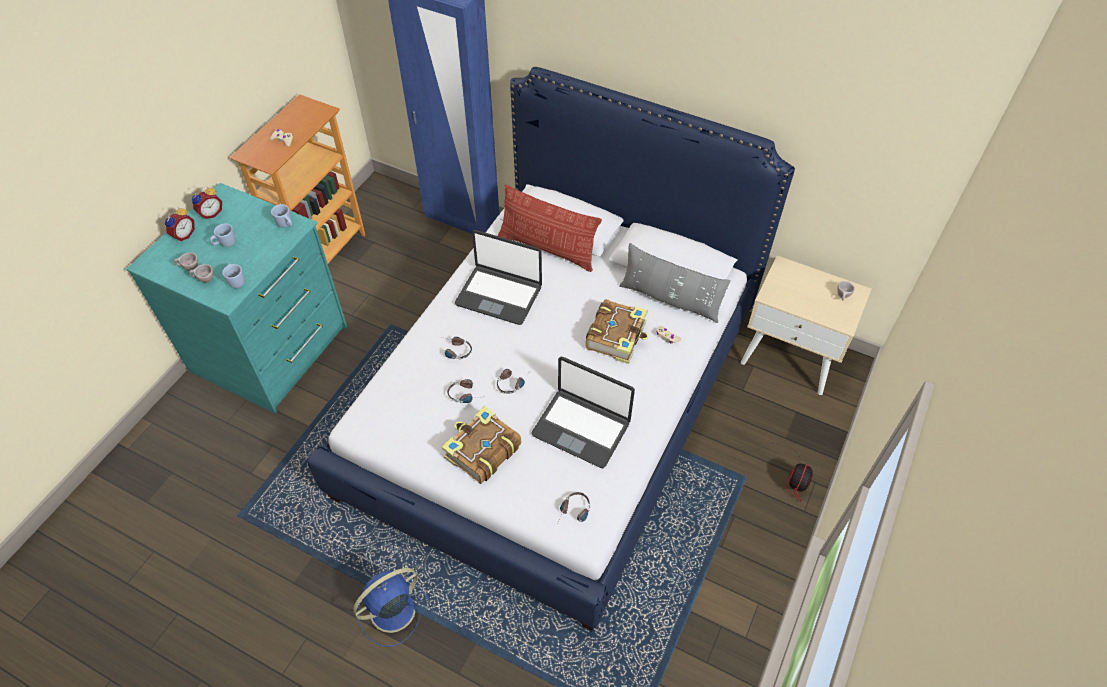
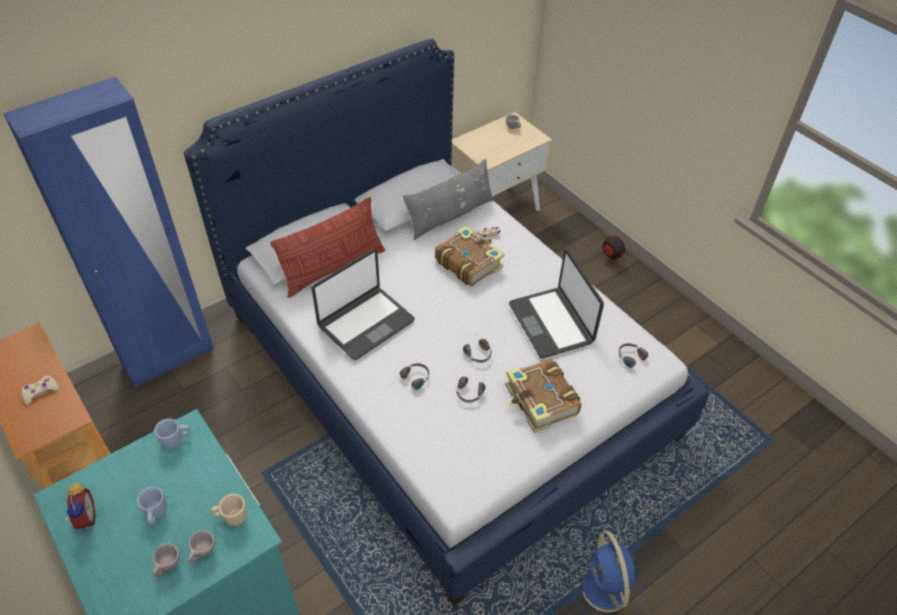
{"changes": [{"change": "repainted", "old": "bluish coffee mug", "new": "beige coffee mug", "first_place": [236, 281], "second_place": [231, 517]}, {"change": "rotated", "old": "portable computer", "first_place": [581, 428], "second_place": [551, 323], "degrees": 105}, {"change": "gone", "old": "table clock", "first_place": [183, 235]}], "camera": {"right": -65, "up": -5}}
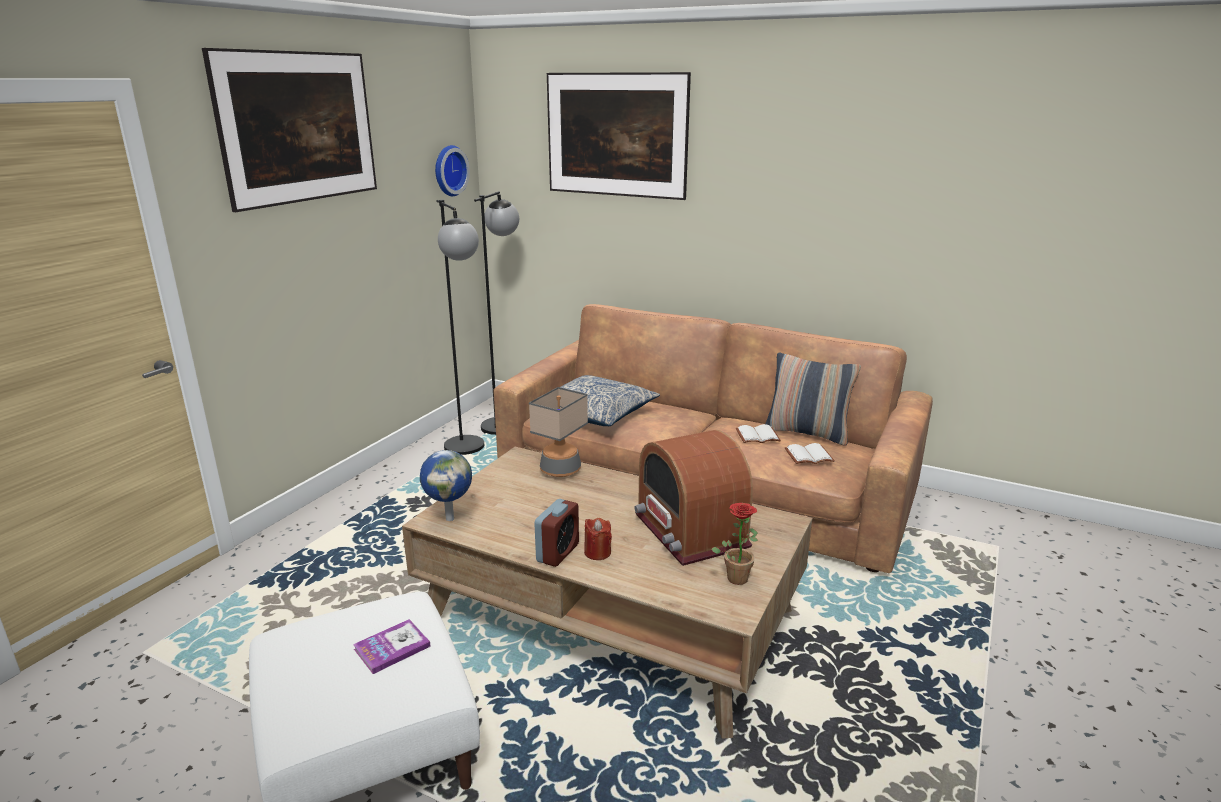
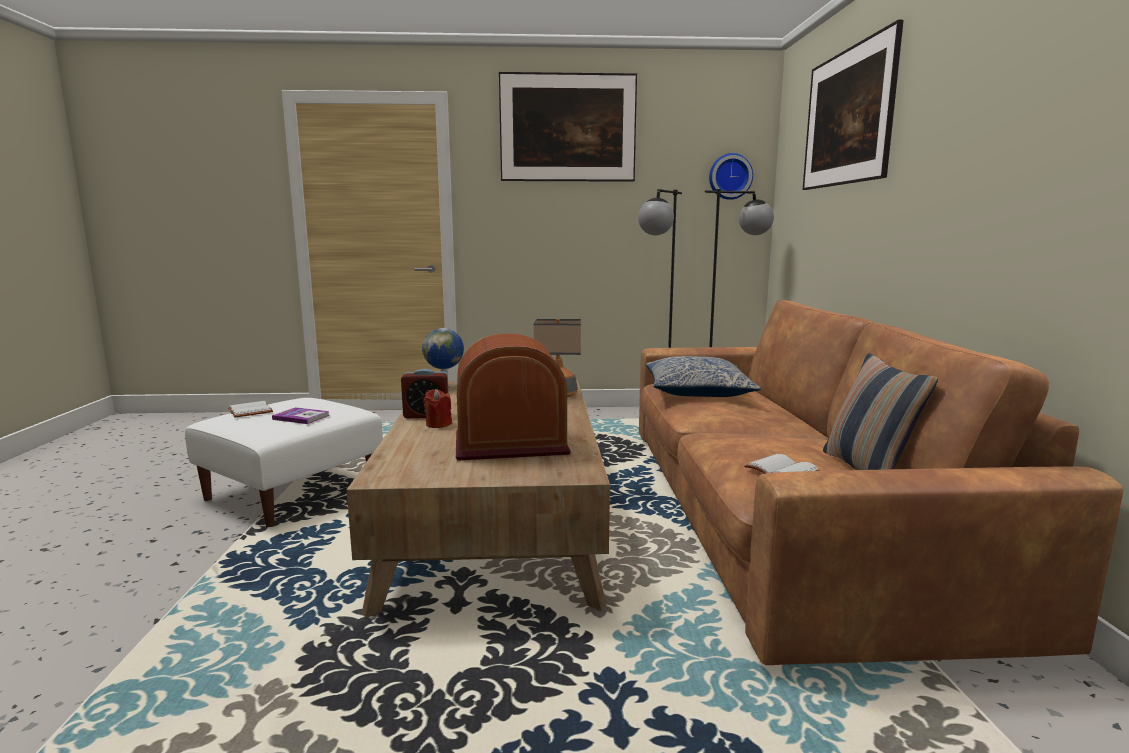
{"changes": [{"change": "shifted", "old": "whitish volume", "first_place": [758, 435], "second_place": [252, 411]}, {"change": "rotated", "old": "radio set", "first_place": [690, 531], "second_place": [510, 443], "degrees": 45}, {"change": "gone", "old": "houseplant", "first_place": [736, 576]}], "camera": {"right": 60, "up": -10}}
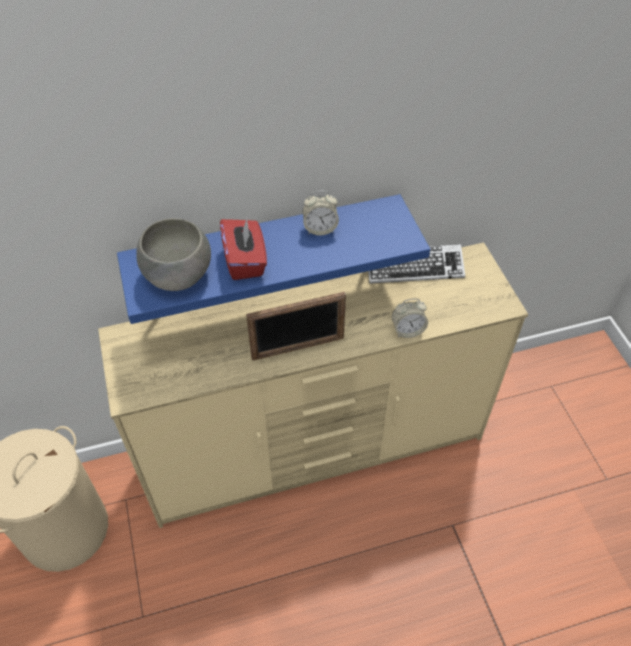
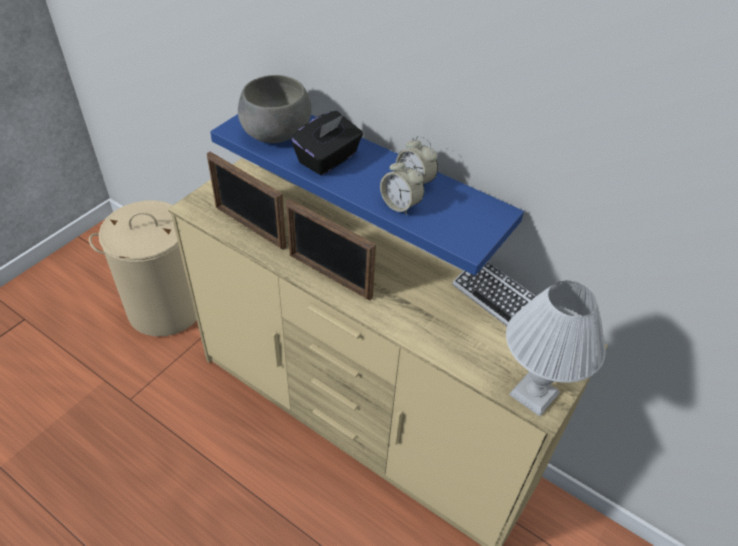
{"changes": [{"change": "new", "new": "picture frame", "second_place": [249, 227]}, {"change": "repainted", "old": "reddish tissue holder", "new": "blackish tissue holder", "first_place": [245, 261], "second_place": [328, 159]}, {"change": "shifted", "old": "table clock", "first_place": [407, 330], "second_place": [400, 205]}, {"change": "new", "new": "whitish tabletop lamp", "second_place": [534, 395]}], "camera": {"right": 50, "up": -5}}
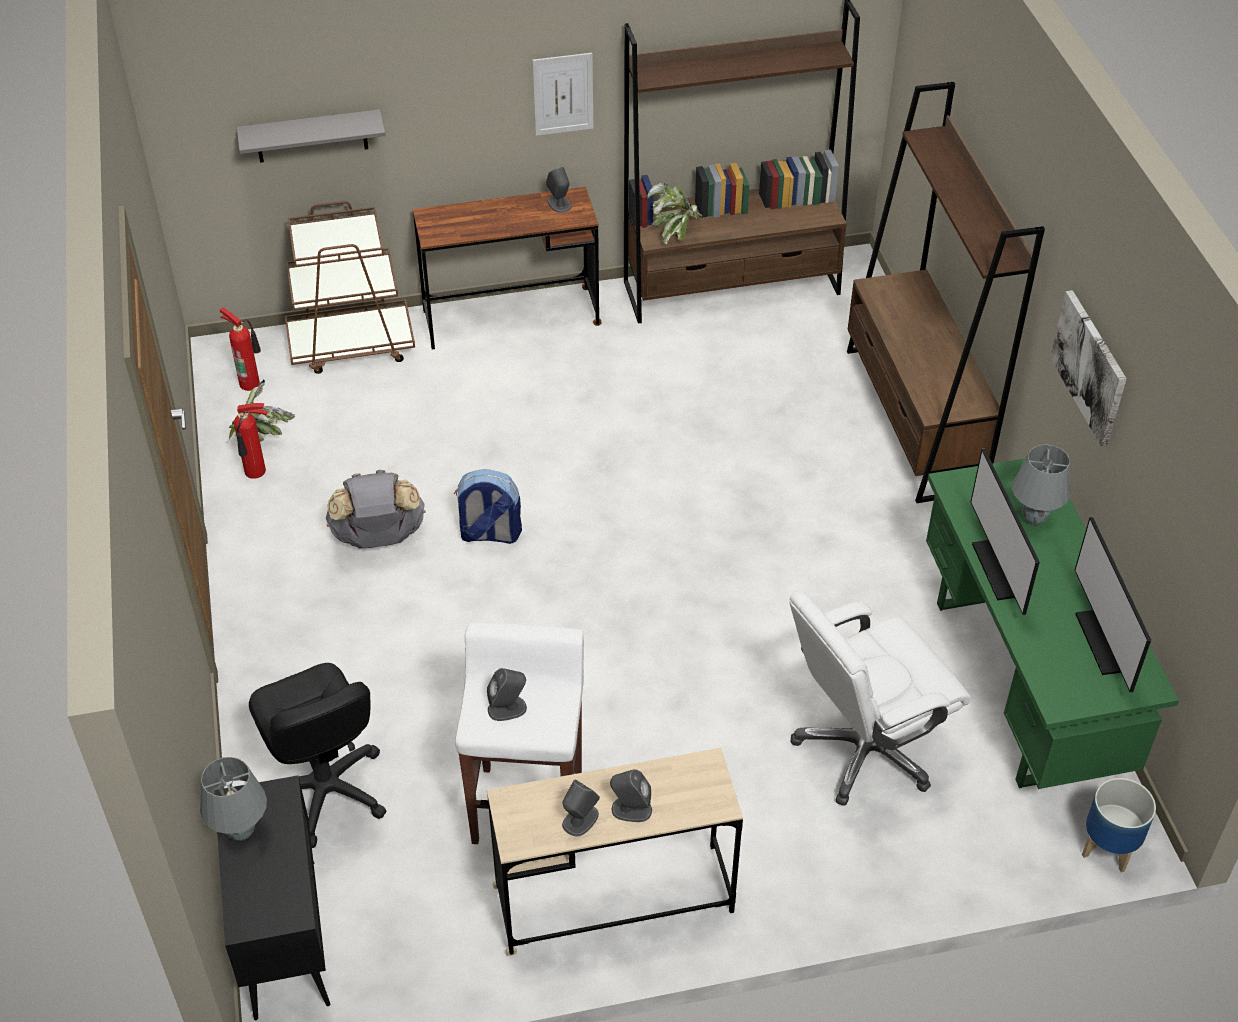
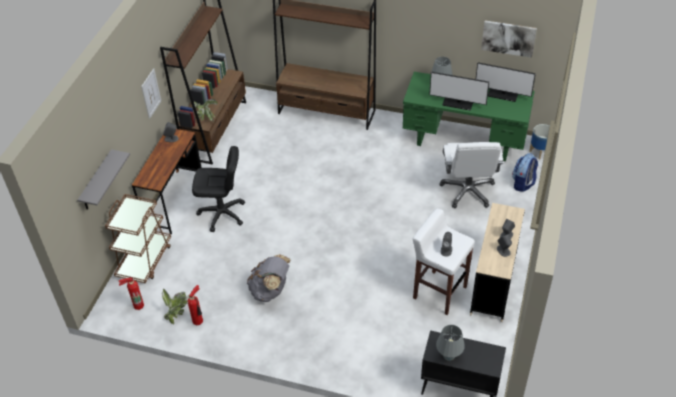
{"changes": [{"change": "shifted", "old": "blackish office chair", "first_place": [326, 792], "second_place": [222, 214]}, {"change": "shifted", "old": "wall picture", "first_place": [1090, 367], "second_place": [508, 38]}, {"change": "shifted", "old": "rucksack", "first_place": [489, 534], "second_place": [523, 183]}], "camera": {"right": -60, "up": 0}}
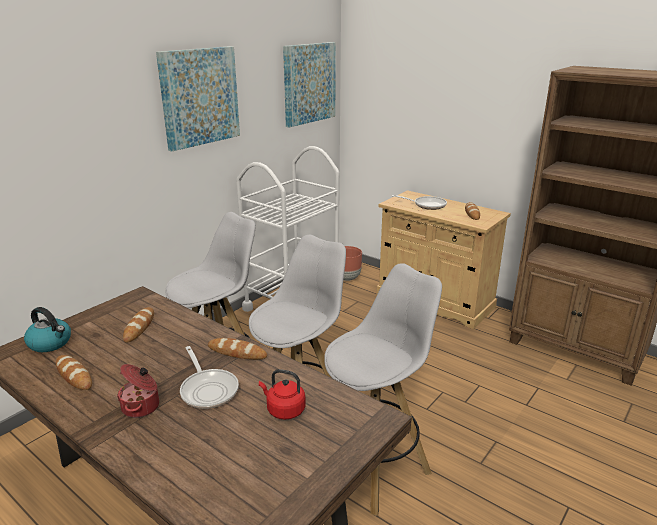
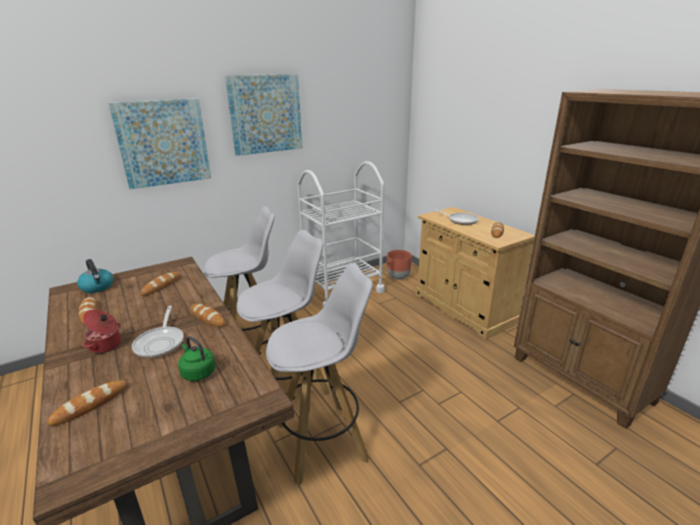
{"changes": [{"change": "new", "new": "bread", "second_place": [90, 404]}, {"change": "shifted", "old": "wall picture", "first_place": [309, 83], "second_place": [163, 143]}, {"change": "repainted", "old": "reddish tea kettle", "new": "greenish tea kettle", "first_place": [284, 410], "second_place": [197, 372]}], "camera": {"right": 20, "up": 0}}
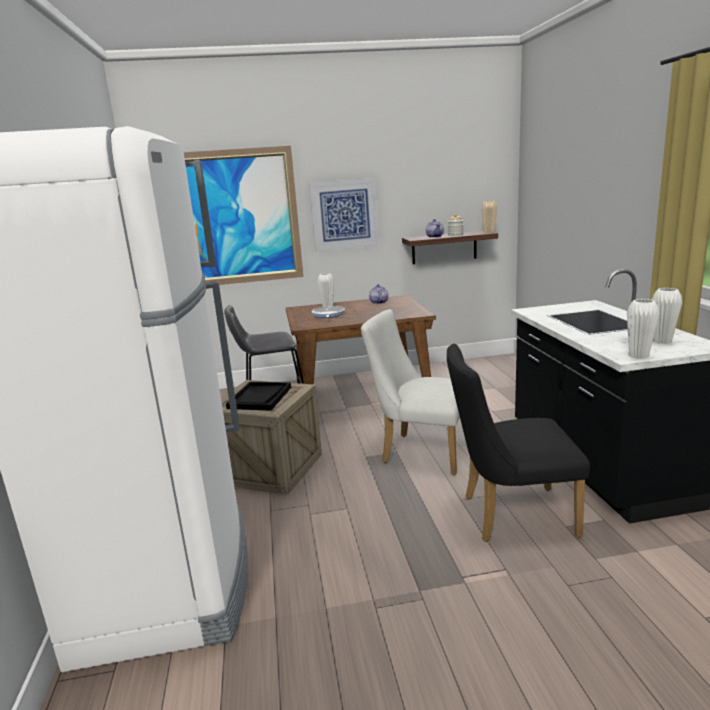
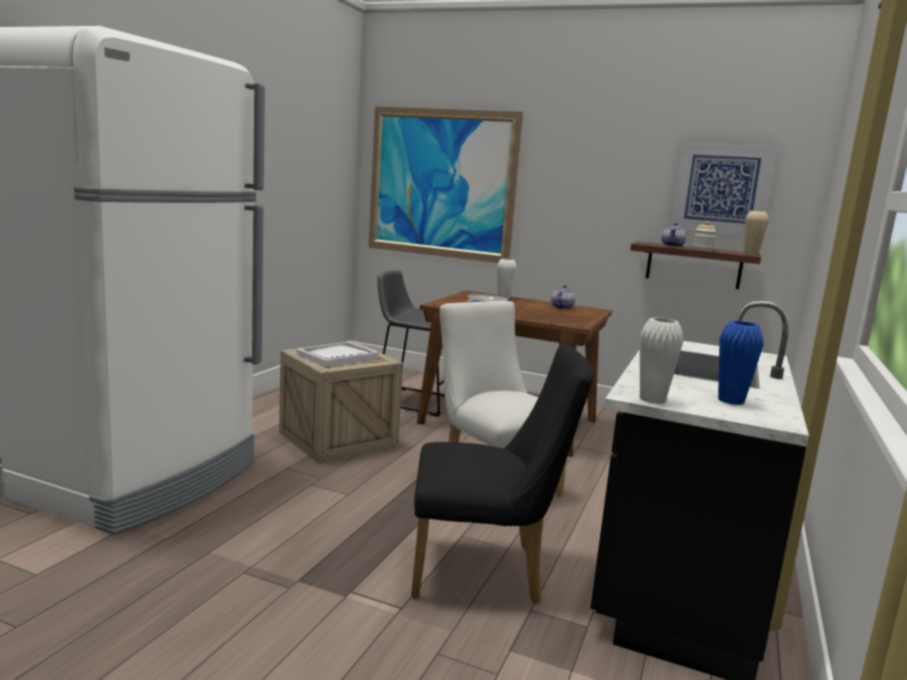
{"changes": [{"change": "repainted", "old": "blackish carrying tray", "new": "whitish carrying tray", "first_place": [260, 398], "second_place": [337, 356]}, {"change": "rotated", "old": "blackish upright chair", "first_place": [509, 515], "second_place": [487, 571], "degrees": 150}, {"change": "shifted", "old": "wall picture", "first_place": [344, 214], "second_place": [721, 188]}, {"change": "repainted", "old": "whitish flower vase", "new": "bluish flower vase", "first_place": [662, 341], "second_place": [731, 401]}], "camera": {"right": 30, "up": -5}}
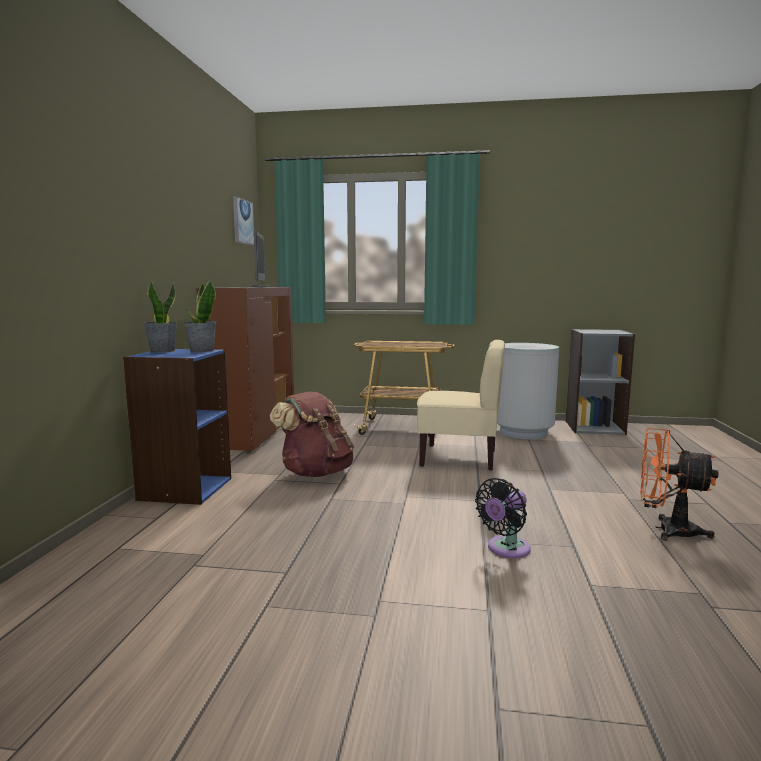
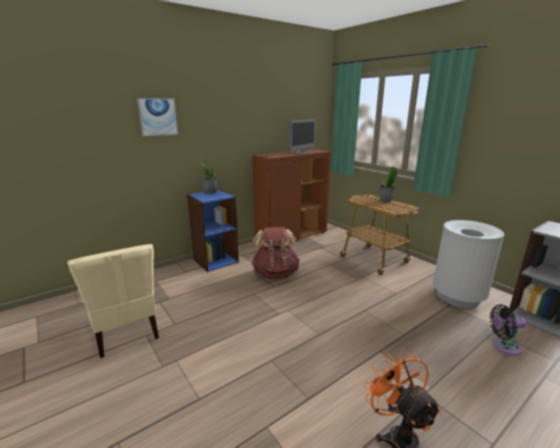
{"changes": [{"change": "shifted", "old": "beige upright chair", "first_place": [459, 458], "second_place": [126, 331]}, {"change": "shifted", "old": "wall picture", "first_place": [242, 221], "second_place": [158, 117]}, {"change": "shifted", "old": "houseplant", "first_place": [201, 350], "second_place": [385, 200]}, {"change": "shifted", "old": "blackish fan", "first_place": [505, 549], "second_place": [503, 346]}], "camera": {"right": 45, "up": 10}}
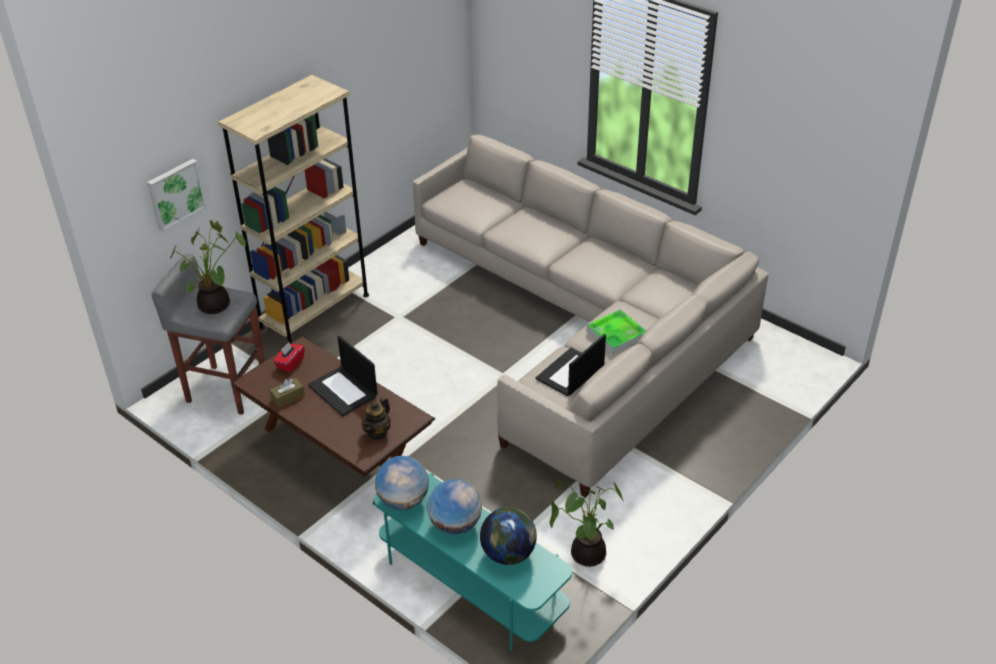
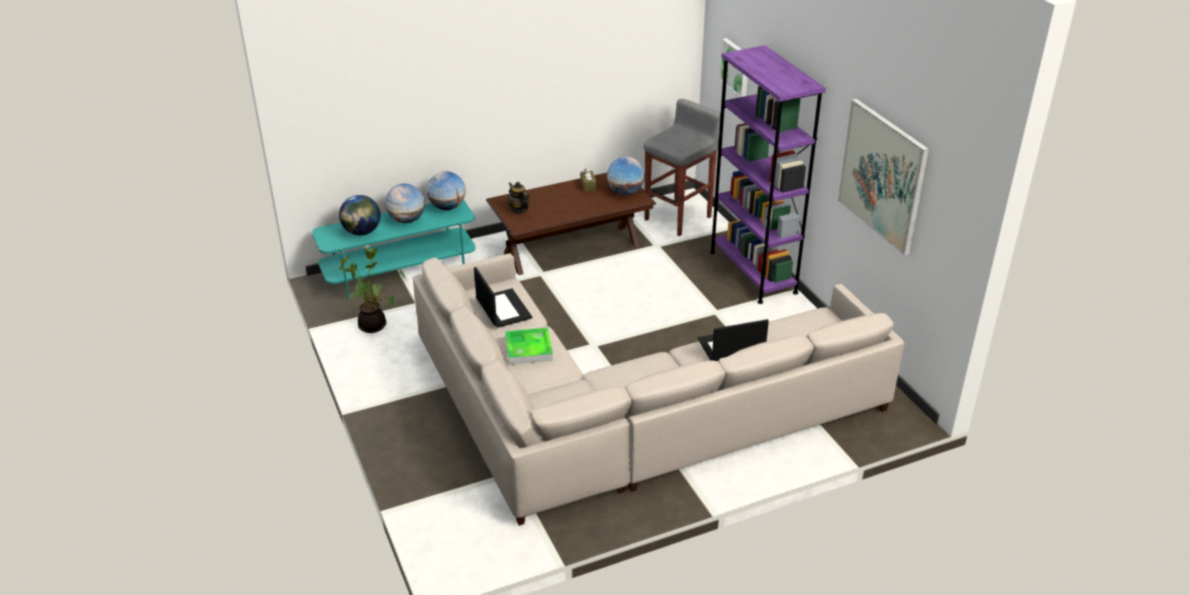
{"changes": [{"change": "swapped", "old": "reddish tissue holder", "new": "globe", "first_place": [290, 363], "second_place": [625, 192]}, {"change": "shifted", "old": "portable computer", "first_place": [344, 391], "second_place": [730, 347]}, {"change": "repainted", "old": "beige shelving unit", "new": "purple-coloured shelving unit", "first_place": [314, 311], "second_place": [752, 272]}, {"change": "new", "new": "wall picture", "second_place": [882, 175]}, {"change": "gone", "old": "houseplant", "first_place": [216, 306]}], "camera": {"right": 115, "up": -5}}
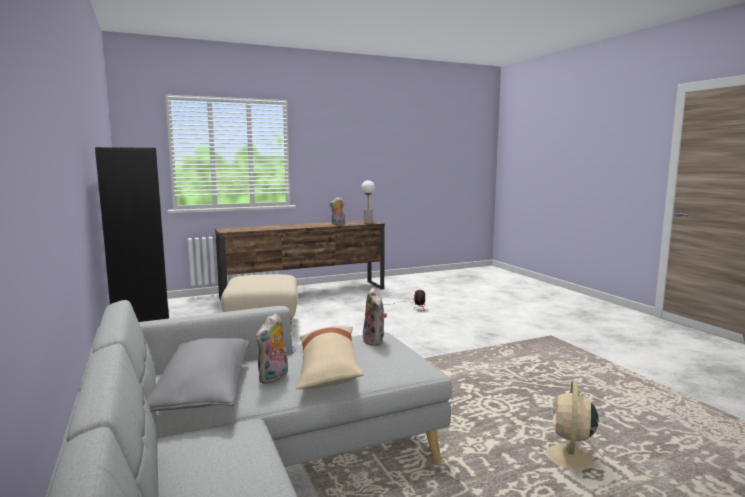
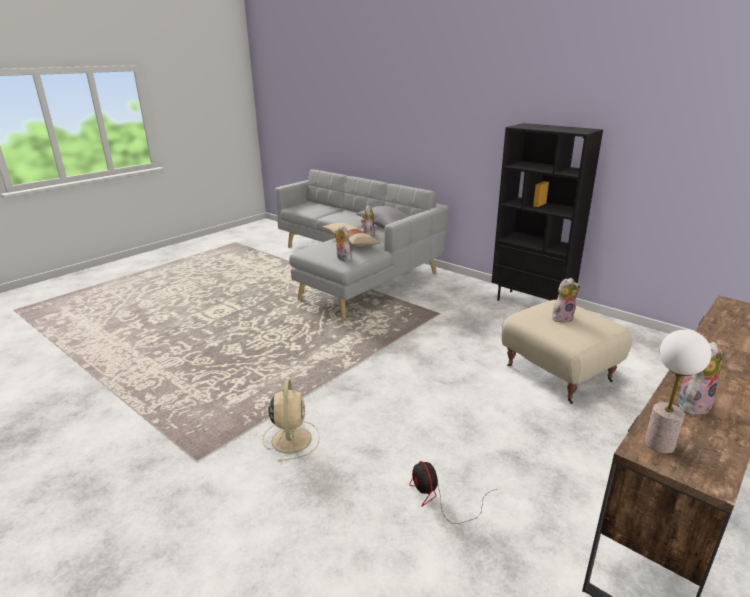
{"changes": [{"change": "shifted", "old": "beige fan", "first_place": [569, 459], "second_place": [291, 438]}, {"change": "new", "new": "cuddly toy", "second_place": [562, 318]}], "camera": {"right": 155, "up": 15}}
